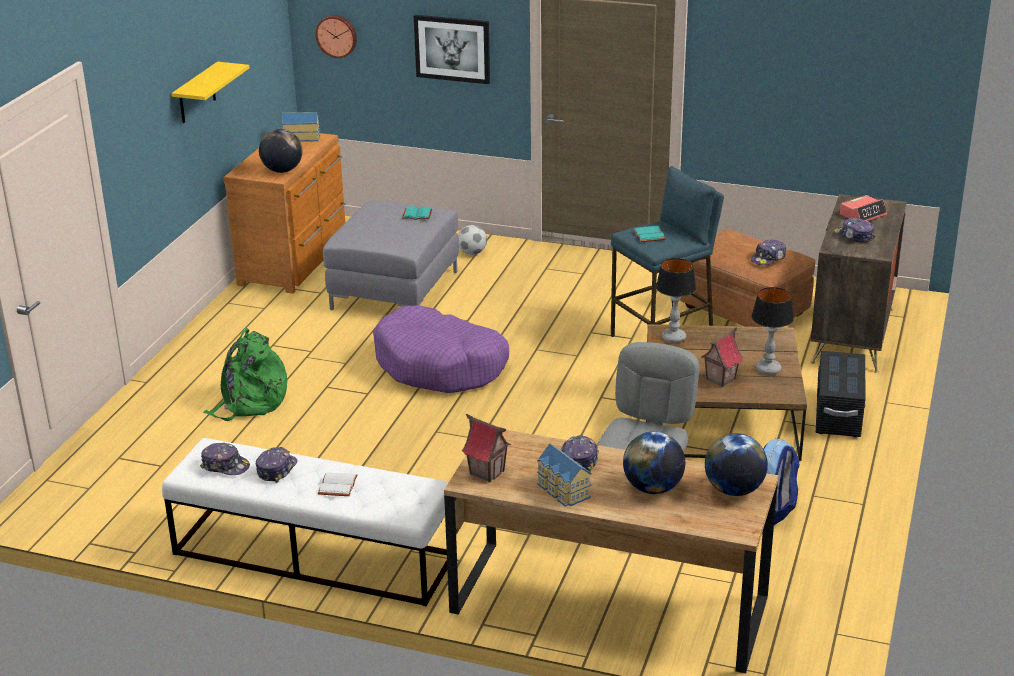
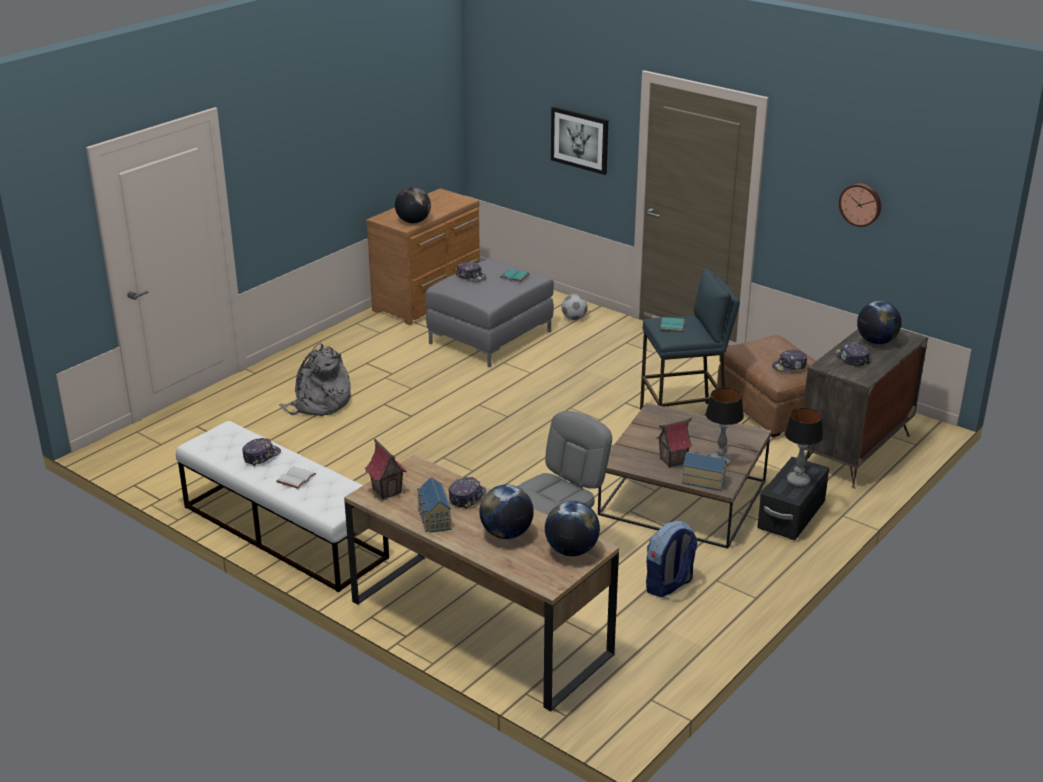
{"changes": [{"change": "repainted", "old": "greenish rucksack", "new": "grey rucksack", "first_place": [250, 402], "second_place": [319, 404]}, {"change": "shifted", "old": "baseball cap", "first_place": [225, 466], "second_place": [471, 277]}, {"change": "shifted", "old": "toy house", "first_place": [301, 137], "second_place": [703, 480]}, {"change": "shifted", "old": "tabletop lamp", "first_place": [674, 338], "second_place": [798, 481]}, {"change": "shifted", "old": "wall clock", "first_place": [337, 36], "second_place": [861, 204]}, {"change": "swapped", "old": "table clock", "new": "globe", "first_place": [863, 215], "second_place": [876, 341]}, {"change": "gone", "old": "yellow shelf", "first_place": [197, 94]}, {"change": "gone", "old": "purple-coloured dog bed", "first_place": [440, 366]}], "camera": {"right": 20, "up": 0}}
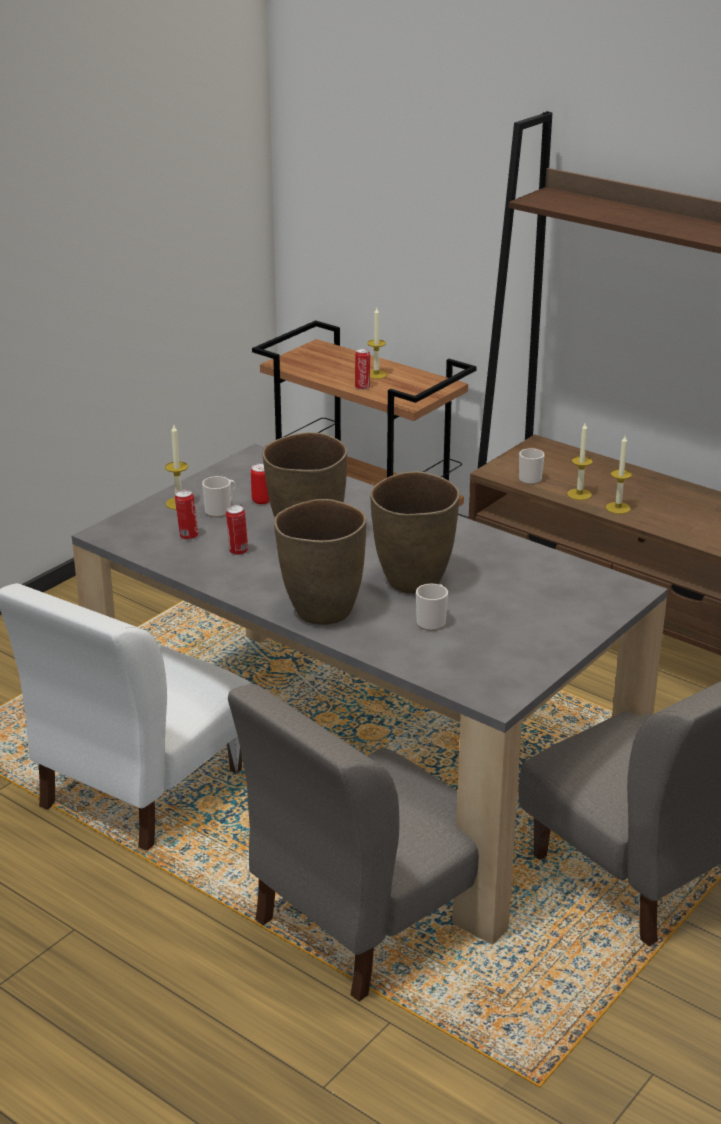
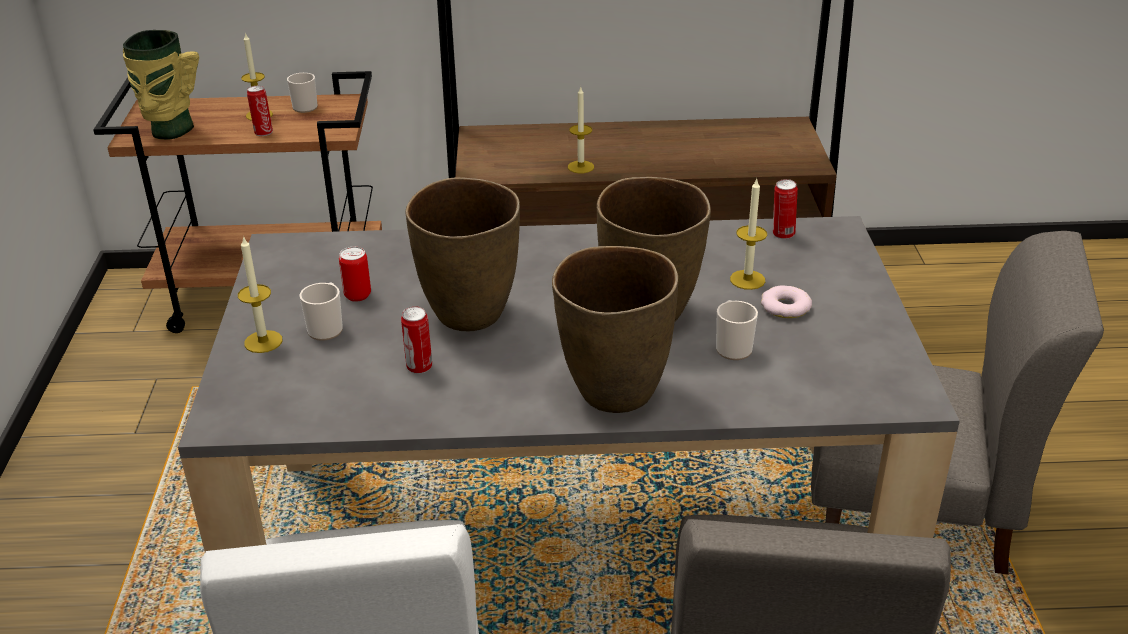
{"changes": [{"change": "new", "new": "flower vase", "second_place": [170, 131]}, {"change": "shifted", "old": "coffee mug", "first_place": [531, 478], "second_place": [304, 106]}, {"change": "shifted", "old": "wax candle", "first_place": [618, 508], "second_place": [747, 280]}, {"change": "new", "new": "doughnut", "second_place": [785, 307]}, {"change": "shifted", "old": "sealed can", "first_place": [188, 536], "second_place": [782, 234]}], "camera": {"right": -40, "up": 5}}
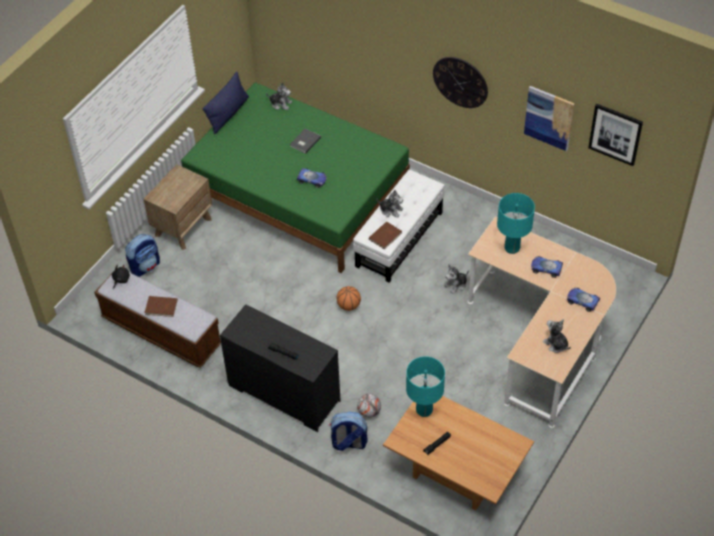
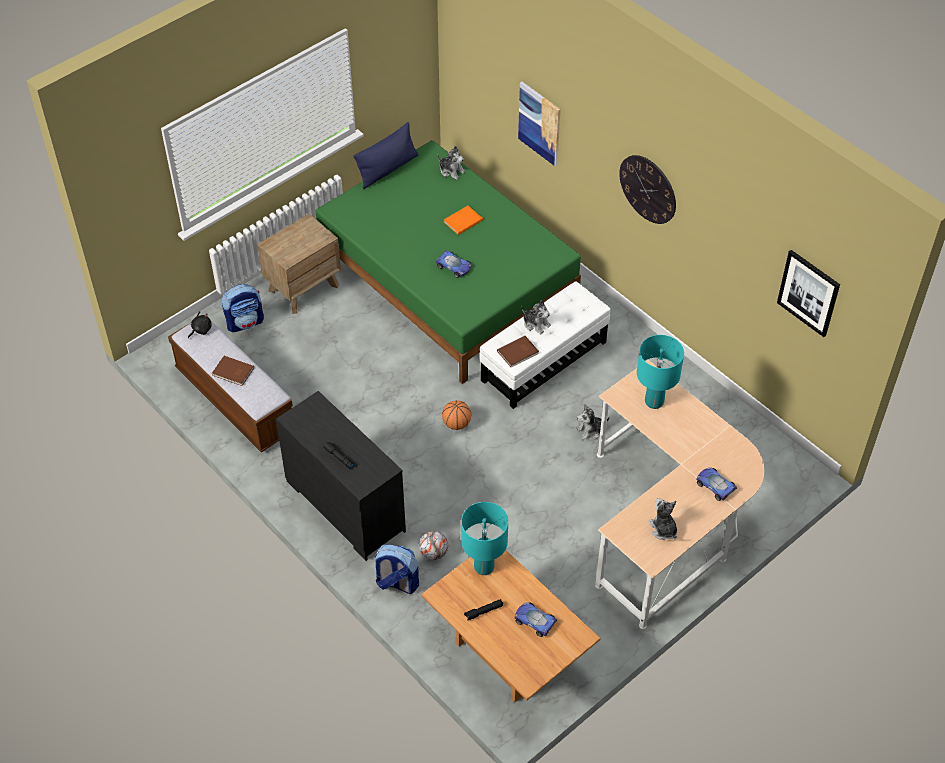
{"changes": [{"change": "repainted", "old": "grey volume", "new": "orange-coloured volume", "first_place": [304, 142], "second_place": [462, 221]}, {"change": "shifted", "old": "miniature car", "first_place": [546, 268], "second_place": [534, 621]}, {"change": "shifted", "old": "wall picture", "first_place": [549, 118], "second_place": [539, 123]}], "camera": {"right": 15, "up": 0}}
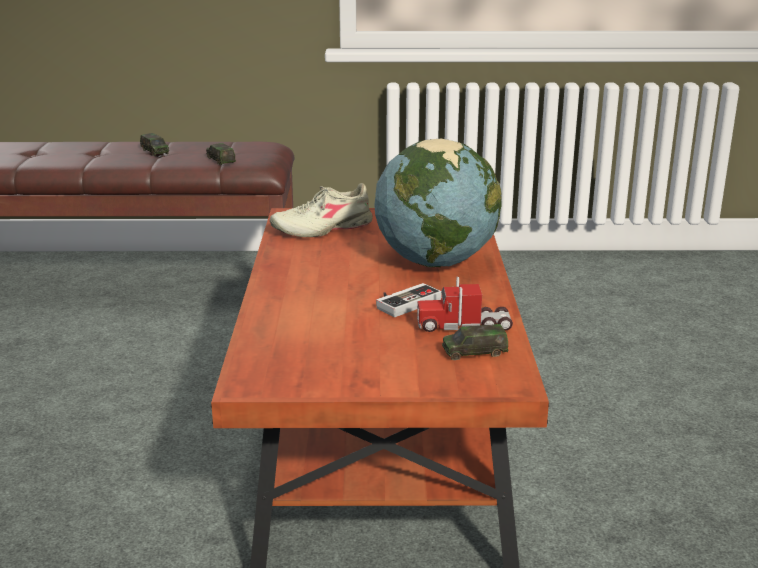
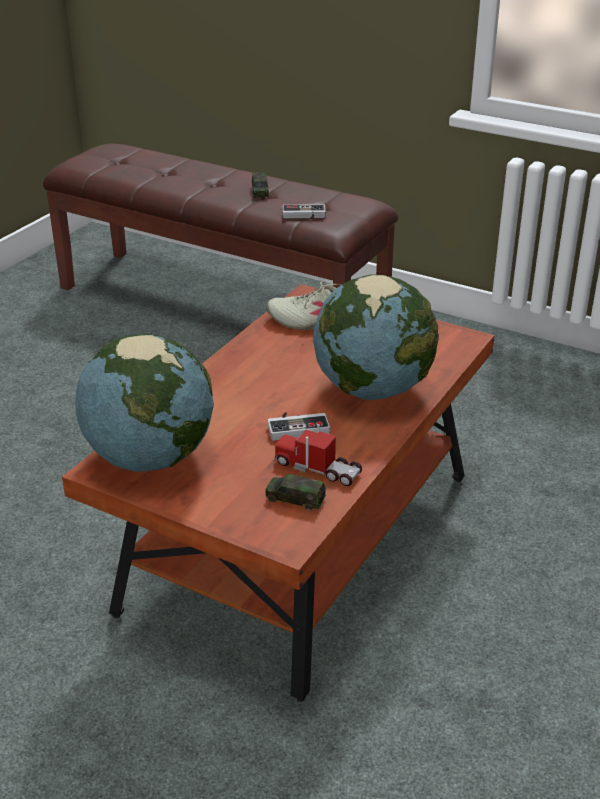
{"changes": [{"change": "new", "new": "globe", "second_place": [149, 457]}, {"change": "swapped", "old": "miniature car", "new": "joypad", "first_place": [221, 160], "second_place": [303, 216]}], "camera": {"right": 30, "up": 10}}
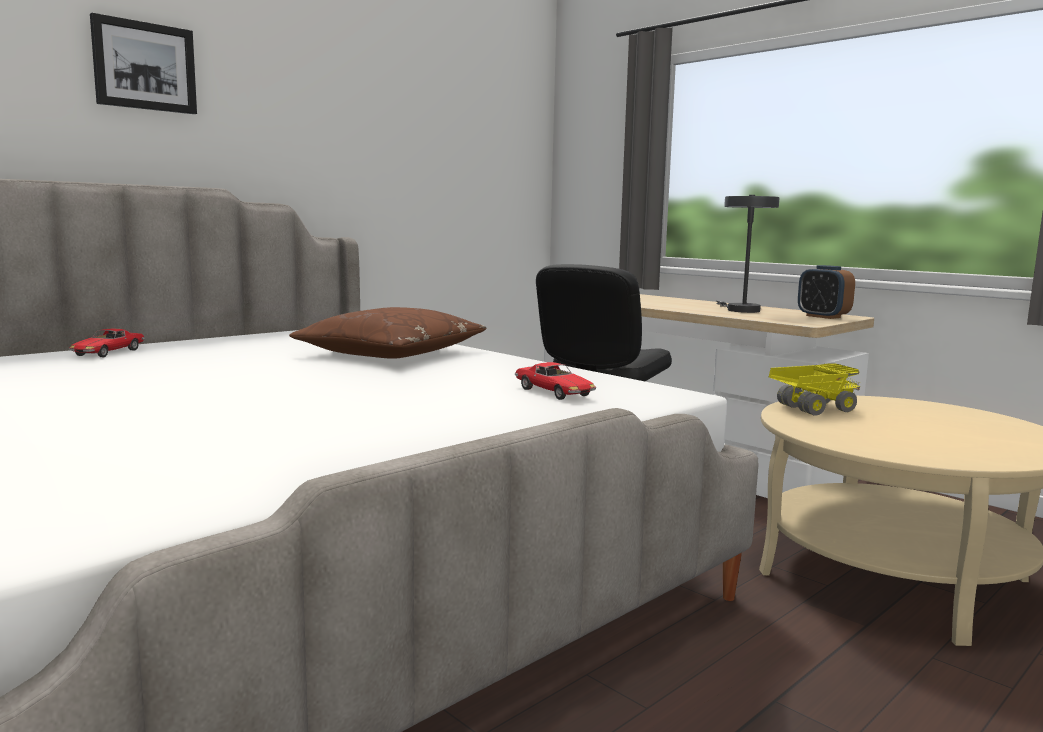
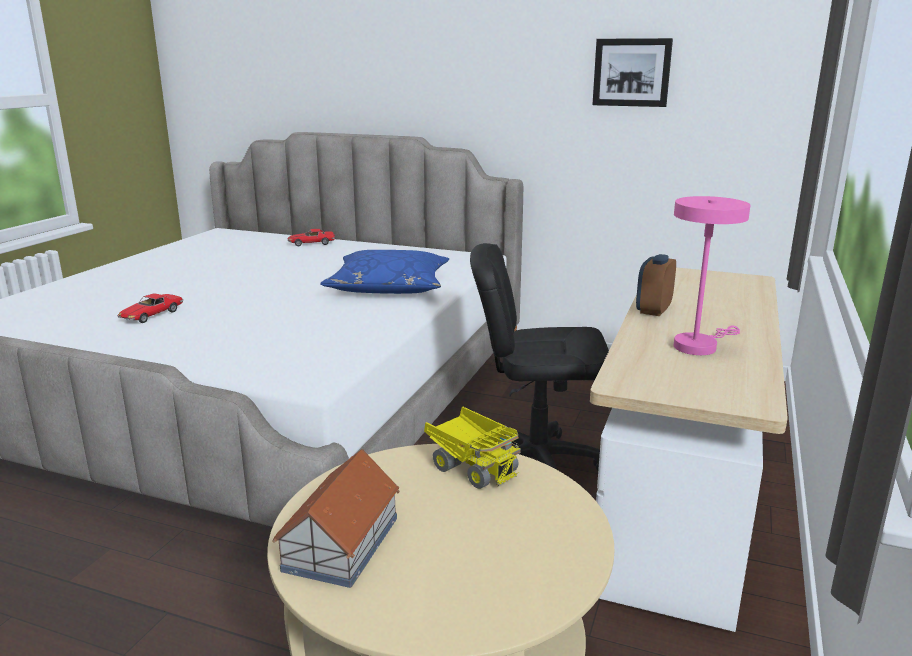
{"changes": [{"change": "shifted", "old": "miniature car", "first_place": [555, 392], "second_place": [151, 315]}, {"change": "new", "new": "toy house", "second_place": [343, 543]}, {"change": "repainted", "old": "brownish cushion", "new": "bluish cushion", "first_place": [391, 353], "second_place": [389, 287]}, {"change": "shifted", "old": "wall picture", "first_place": [144, 66], "second_place": [631, 72]}, {"change": "shifted", "old": "table clock", "first_place": [823, 316], "second_place": [653, 310]}, {"change": "repainted", "old": "grey tabletop lamp", "new": "pink-coloured tabletop lamp", "first_place": [740, 310], "second_place": [698, 345]}], "camera": {"right": 65, "up": 10}}
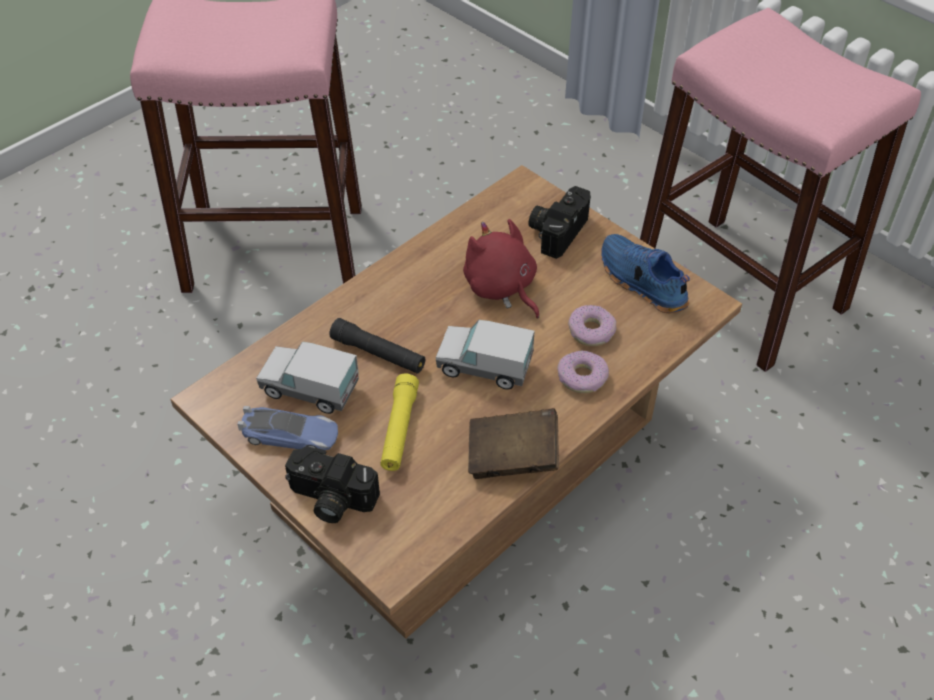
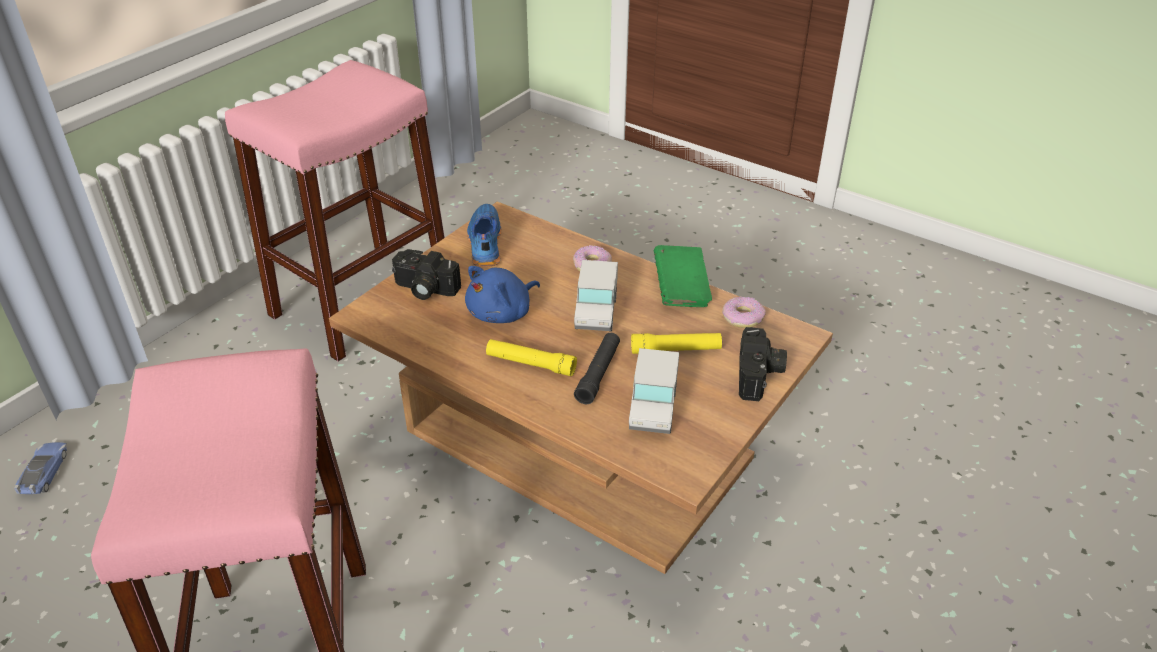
{"changes": [{"change": "shifted", "old": "miniature car", "first_place": [290, 435], "second_place": [44, 472]}, {"change": "repainted", "old": "reddish cuddly toy", "new": "bluish cuddly toy", "first_place": [501, 288], "second_place": [502, 313]}, {"change": "rotated", "old": "bluish item of footwear", "first_place": [641, 283], "second_place": [484, 244], "degrees": 135}, {"change": "new", "new": "yellow flashlight", "second_place": [530, 364]}, {"change": "repainted", "old": "brownish volume", "new": "greenish volume", "first_place": [512, 458], "second_place": [681, 291]}, {"change": "shifted", "old": "doughnut", "first_place": [591, 331], "second_place": [742, 317]}], "camera": {"right": -100, "up": -10}}
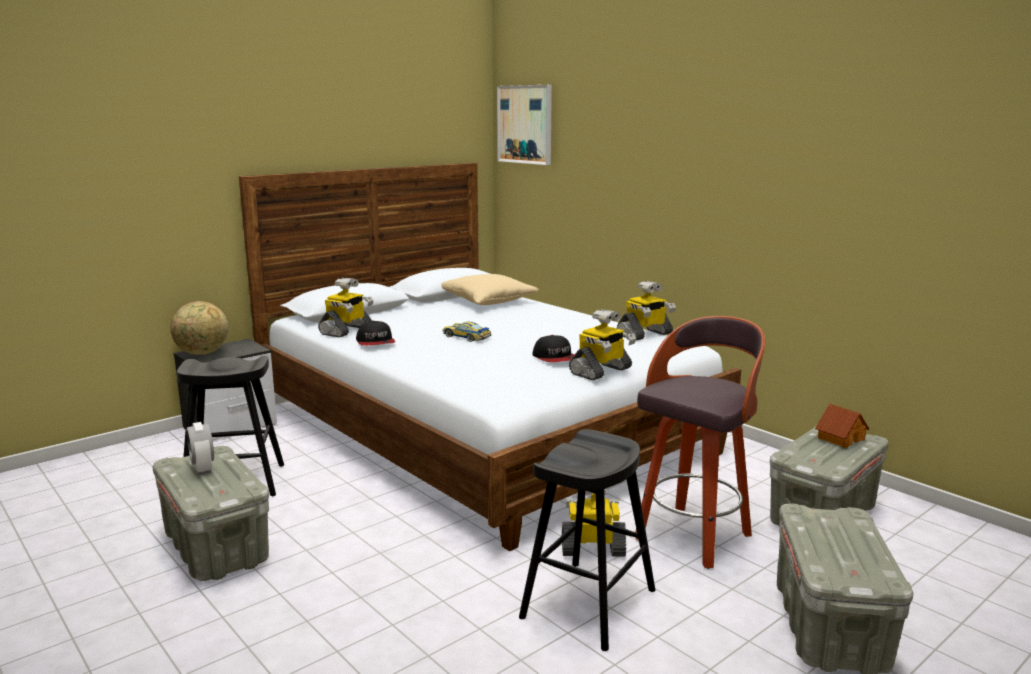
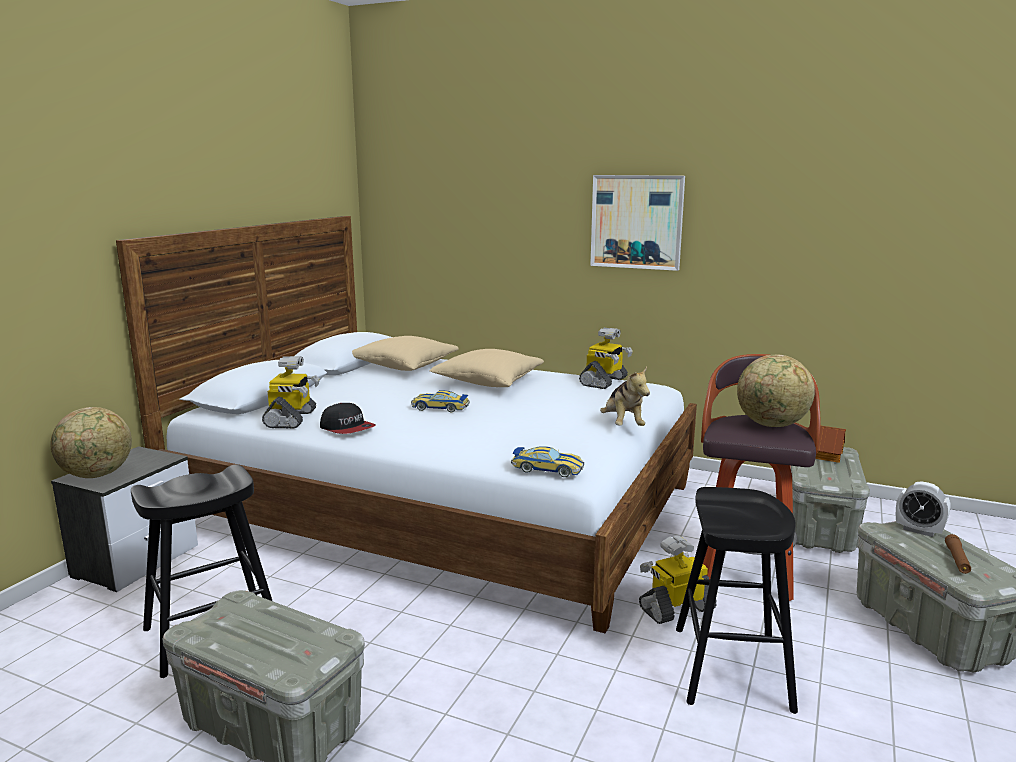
{"changes": [{"change": "new", "new": "beige cushion", "second_place": [488, 382]}, {"change": "new", "new": "miniature car", "second_place": [547, 469]}, {"change": "shifted", "old": "wall picture", "first_place": [525, 124], "second_place": [637, 222]}, {"change": "swapped", "old": "model robot", "new": "cuddly toy", "first_place": [601, 371], "second_place": [622, 425]}, {"change": "new", "new": "globe", "second_place": [771, 425]}, {"change": "shifted", "old": "table clock", "first_place": [203, 468], "second_place": [918, 530]}, {"change": "new", "new": "brownish flashlight", "second_place": [957, 560]}, {"change": "gone", "old": "baseball cap", "first_place": [555, 358]}], "camera": {"right": -25, "up": 0}}
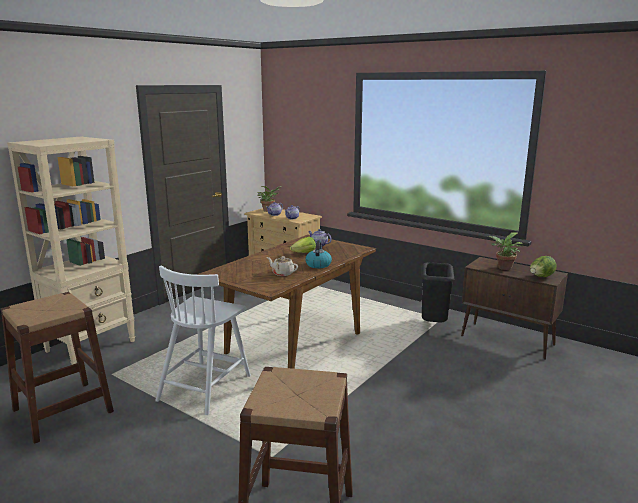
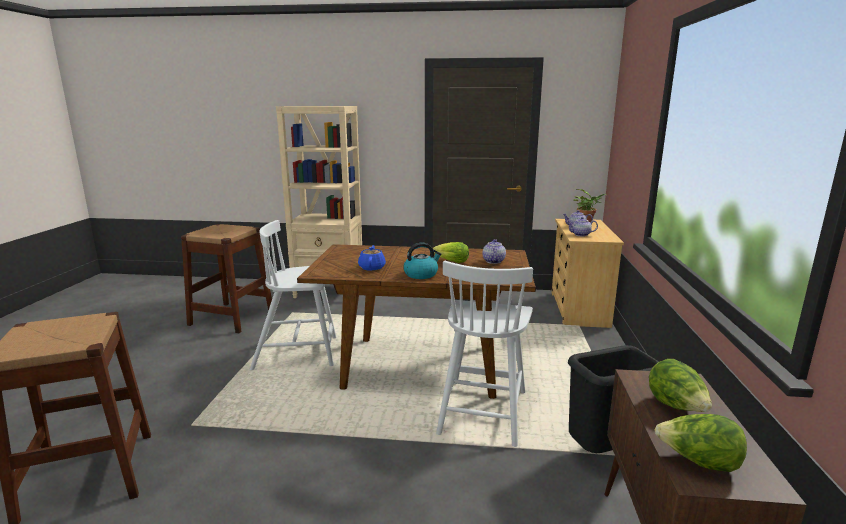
{"changes": [{"change": "repainted", "old": "beige pot for tea", "new": "bluish pot for tea", "first_place": [282, 273], "second_place": [372, 267]}, {"change": "new", "new": "whitish upright chair", "second_place": [483, 410]}, {"change": "swapped", "old": "houseplant", "new": "lettuce", "first_place": [503, 268], "second_place": [676, 407]}], "camera": {"right": 60, "up": 0}}
